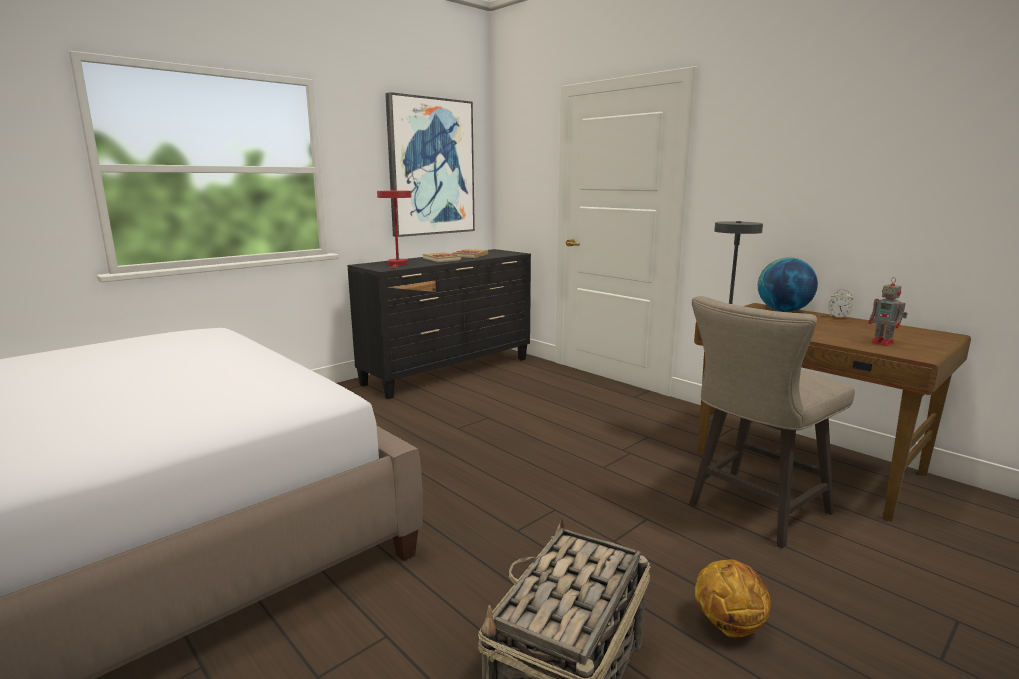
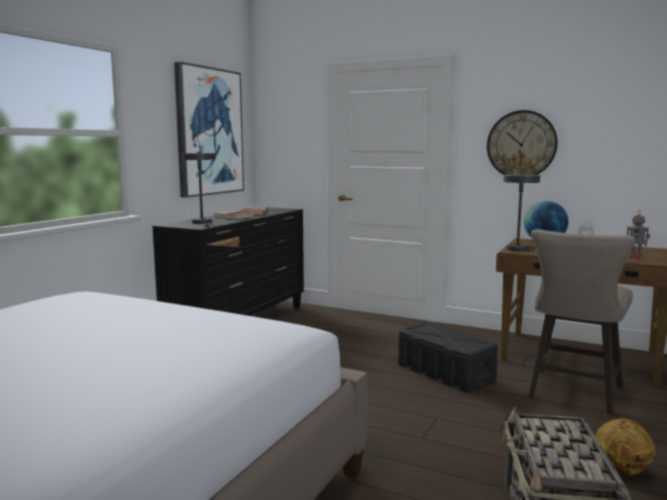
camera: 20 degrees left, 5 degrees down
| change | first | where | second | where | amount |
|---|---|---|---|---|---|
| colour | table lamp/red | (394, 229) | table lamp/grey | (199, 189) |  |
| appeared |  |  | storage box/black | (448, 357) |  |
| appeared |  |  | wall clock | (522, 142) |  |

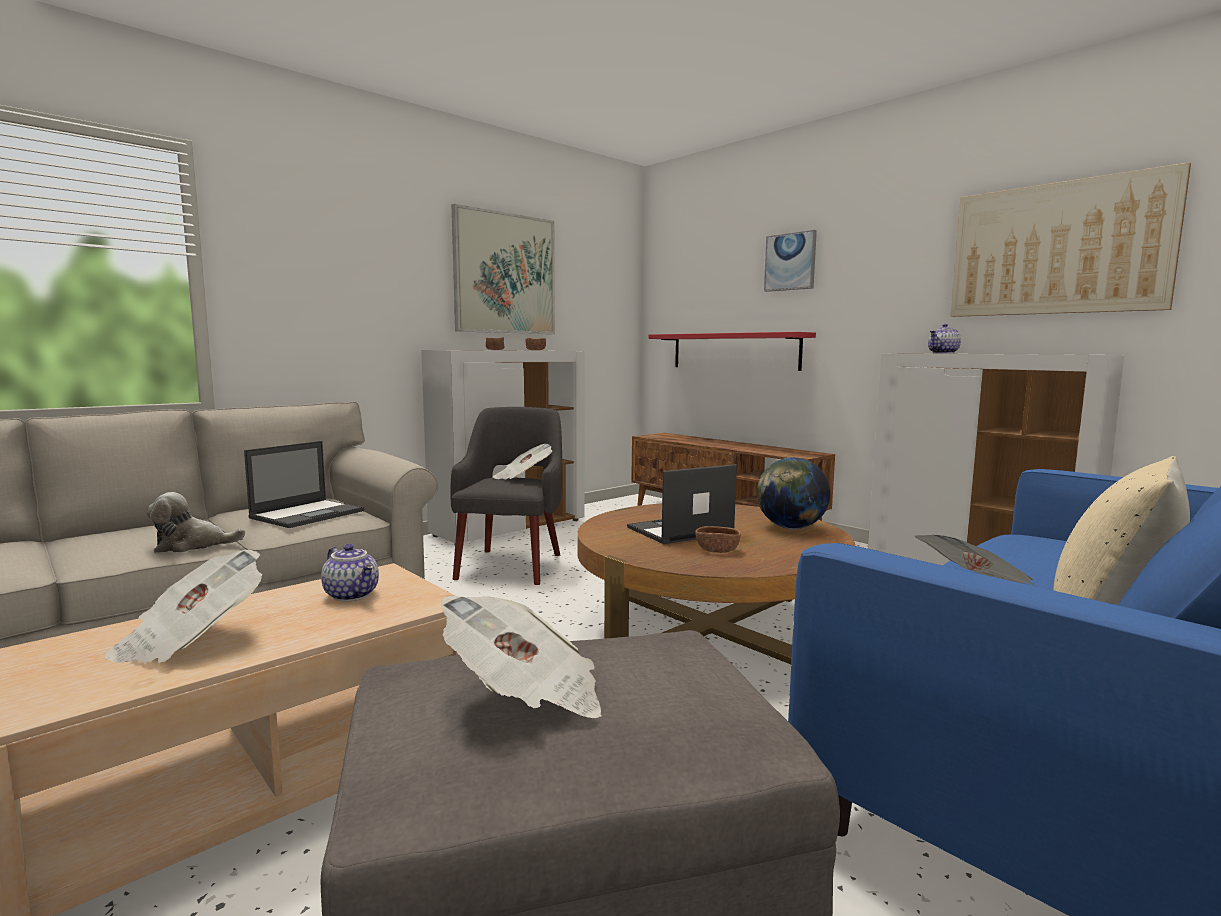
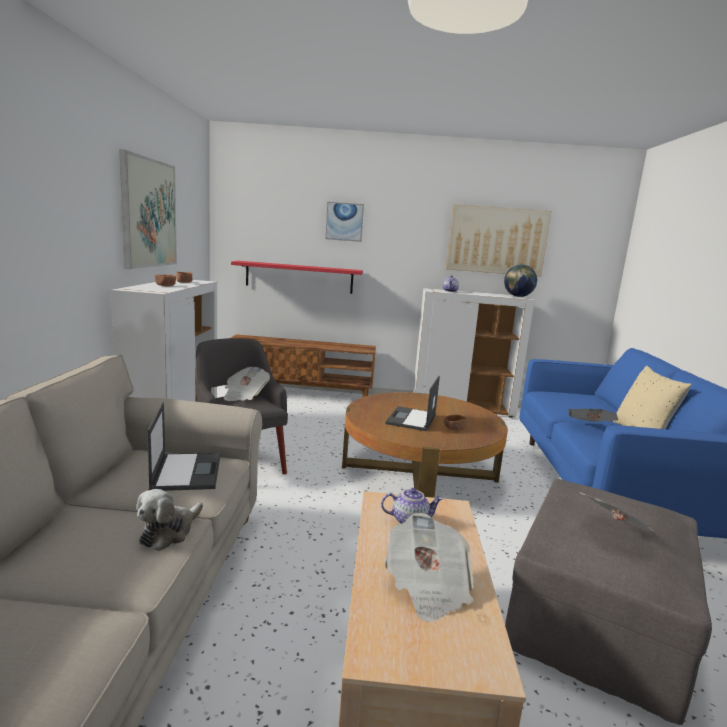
camera: 45 degrees left, 5 degrees up
| change | first | where | second | where | amount |
|---|---|---|---|---|---|
| relocated | globe | (793, 493) |  | (520, 281) |  |

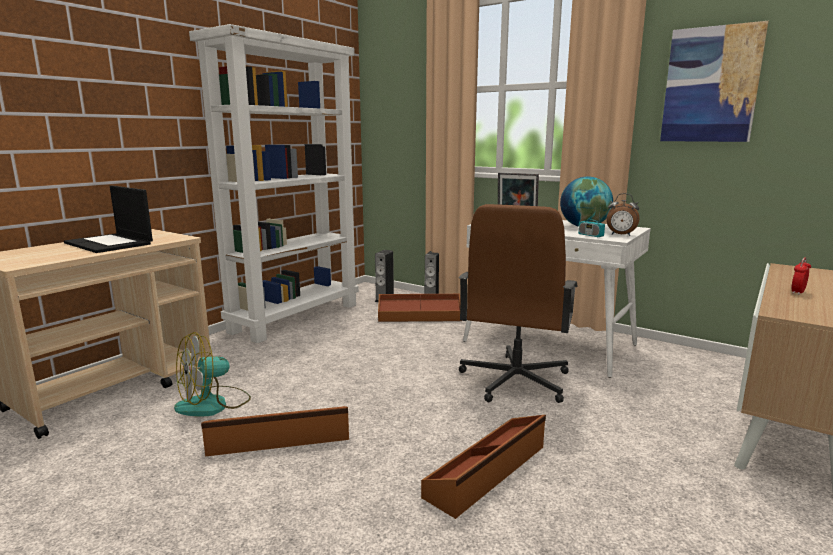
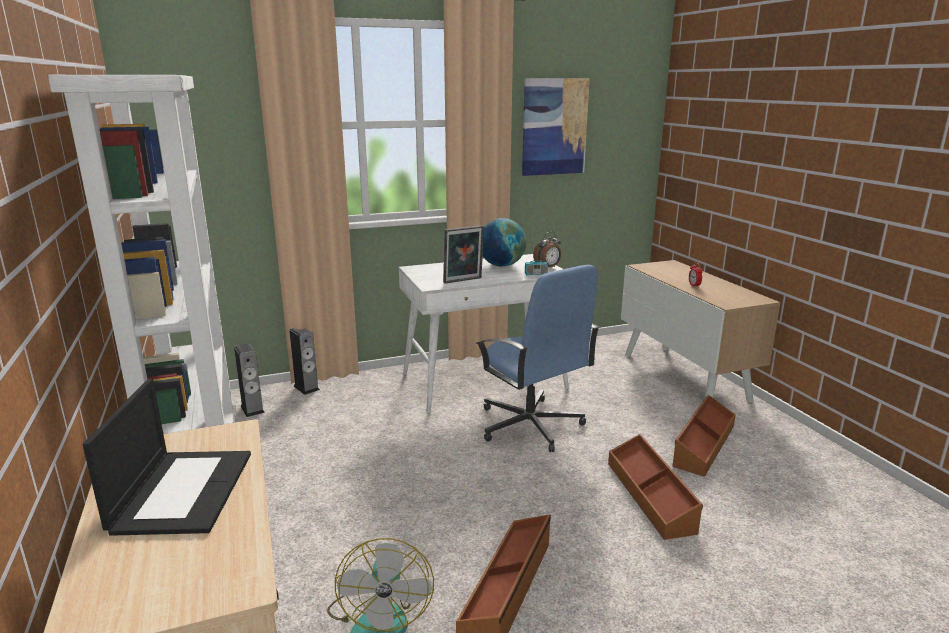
camera: 55 degrees left, 5 degrees up
| change | first | where | second | where | amount |
|---|---|---|---|---|---|
| spun | laptop | (108, 219) |  | (167, 457) | 75 degrees counterclockwise |
| colour | office chair/brown | (518, 303) | office chair/blue | (538, 358) |  |
| relocated | storage box/brown | (419, 308) |  | (704, 436) |  |

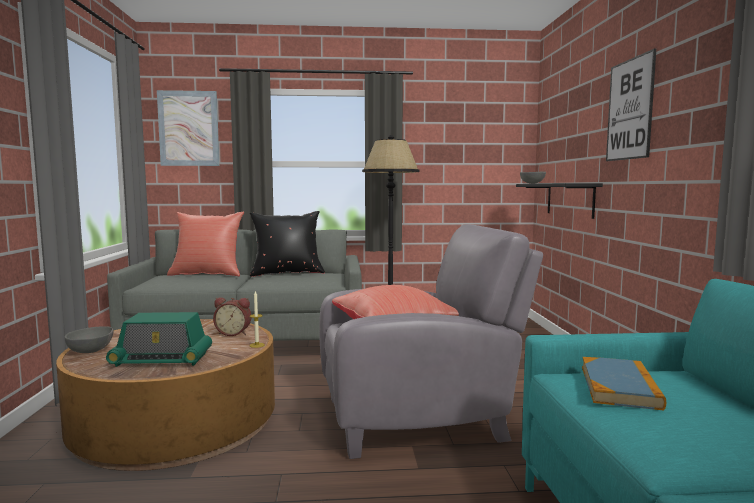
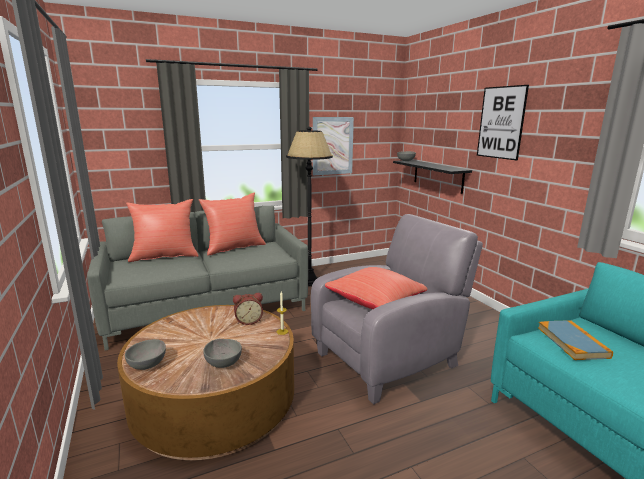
camera: 20 degrees left, 10 degrees up
| change | first | where | second | where | amount |
|---|---|---|---|---|---|
| colour | pillow/black | (287, 244) | pillow/red | (232, 224) |  |
| exchanged | radio | (159, 339) | bowl/grey | (222, 353) |  |
| relocated | picture | (188, 128) |  | (333, 146) |  |

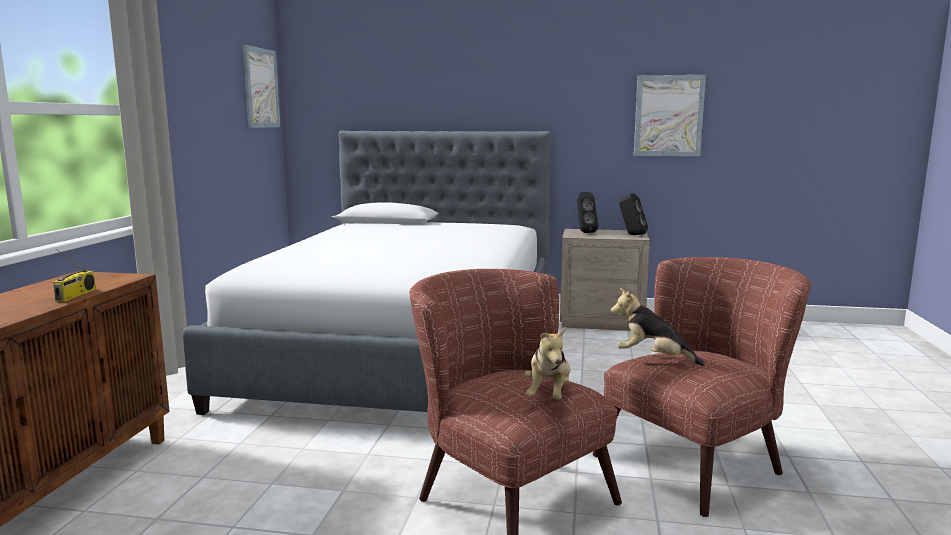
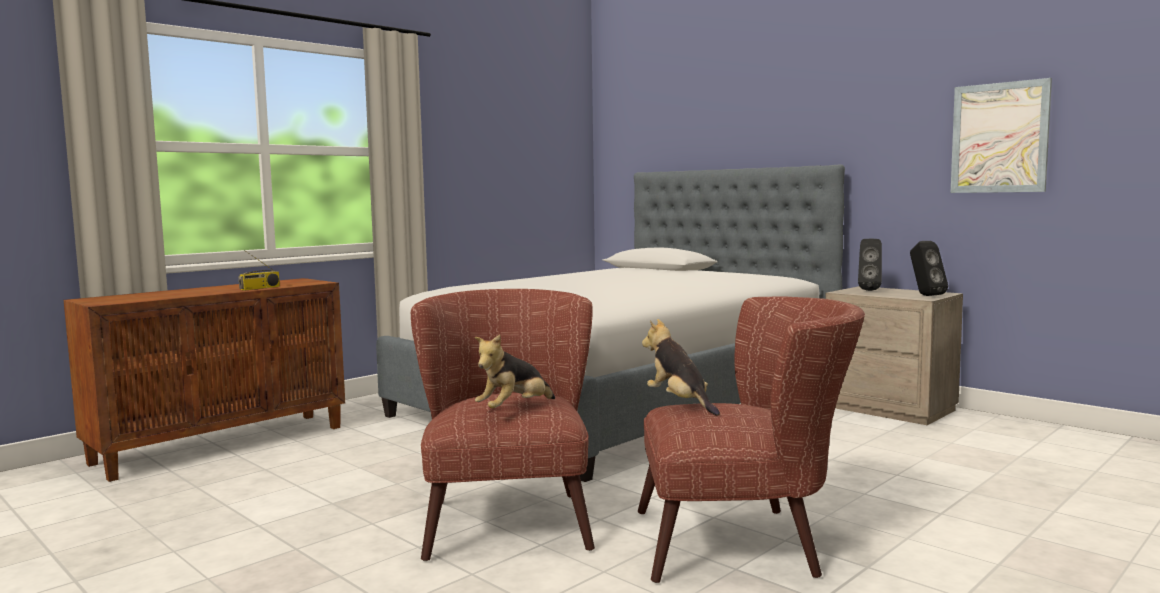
camera: 35 degrees right, 5 degrees down
| change | first | where | second | where | amount |
|---|---|---|---|---|---|
| missing | picture | (261, 86) |  |  |  |

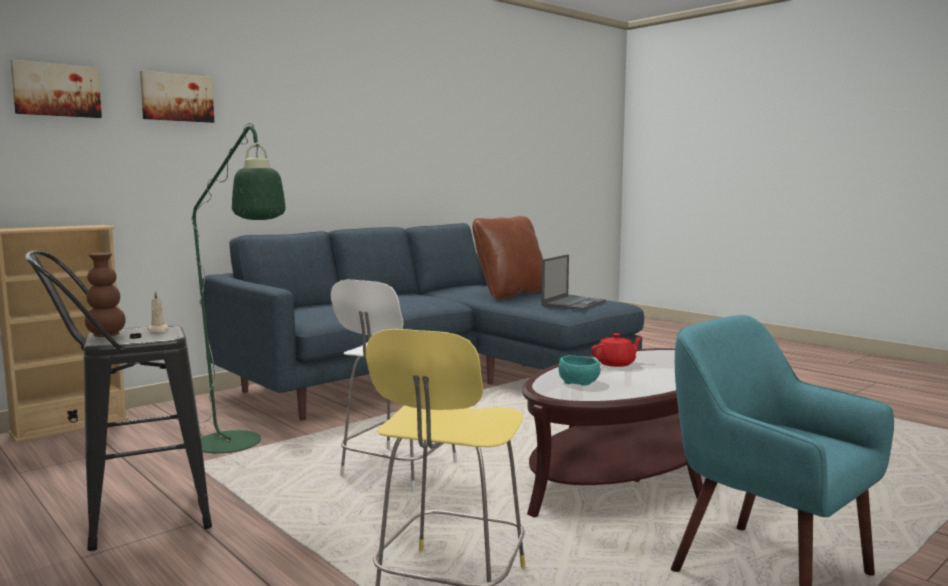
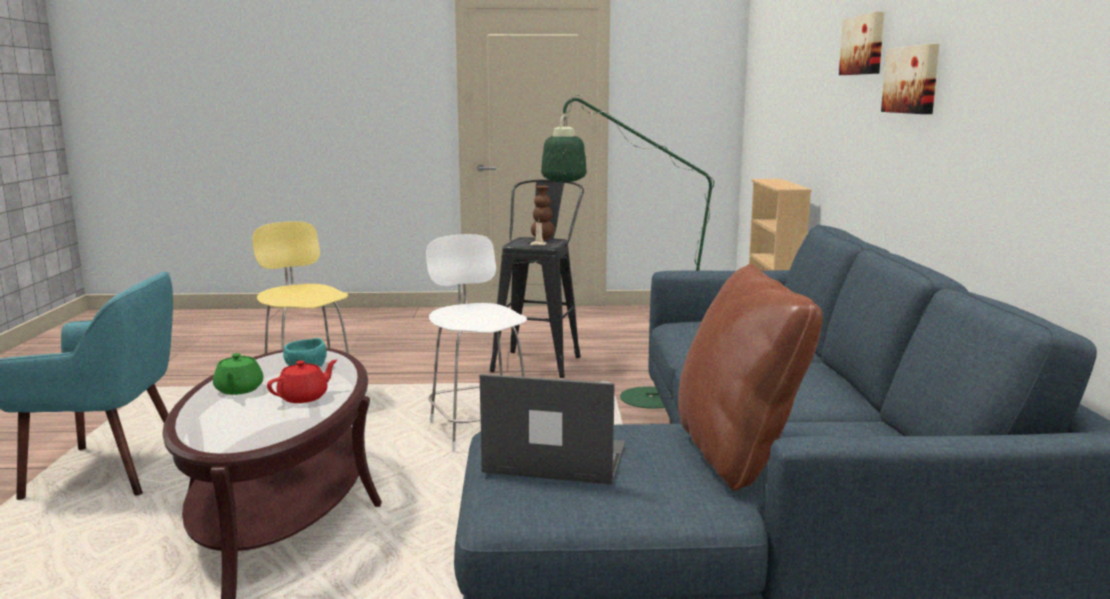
camera: 130 degrees right, 5 degrees up
| change | first | where | second | where | amount |
|---|---|---|---|---|---|
| appeared |  |  | teapot/green | (238, 374) |  |
| spun | teapot/red | (617, 350) |  | (302, 381) | 150 degrees counterclockwise |
| spun | laptop | (573, 282) |  | (552, 429) | 120 degrees clockwise |
| relocated | picture | (56, 89) |  | (910, 79) |  |

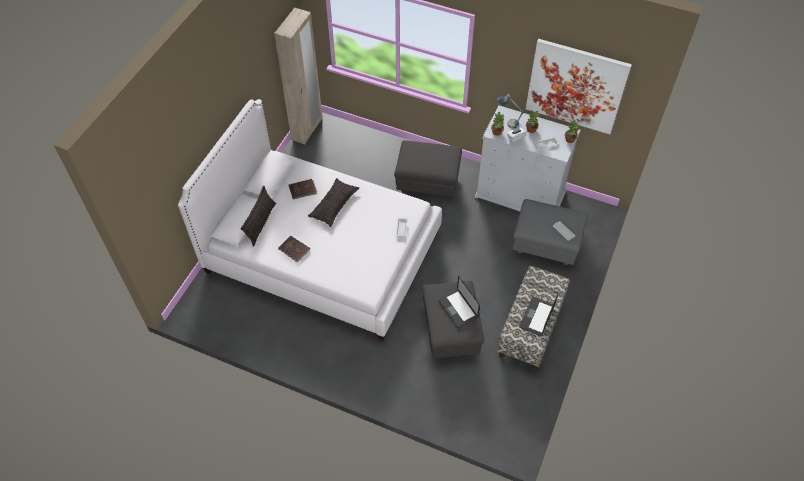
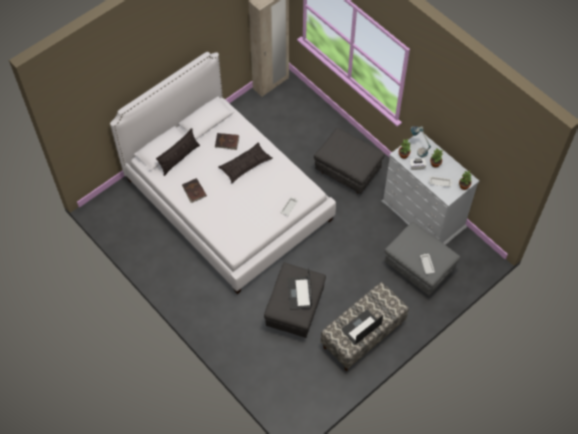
camera: 25 degrees right, 5 degrees up
| change | first | where | second | where | amount |
|---|---|---|---|---|---|
| missing | picture | (579, 86) |  |  |  |

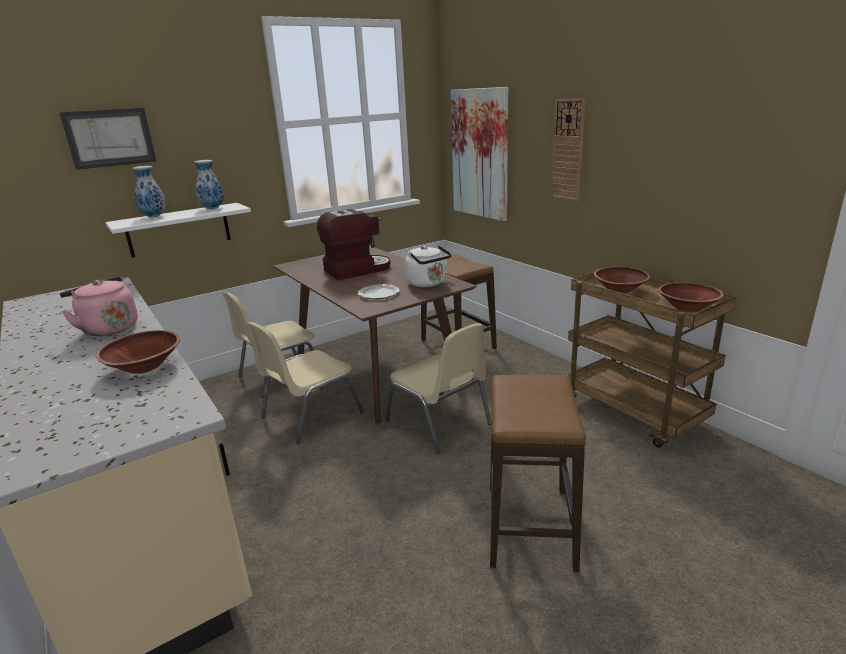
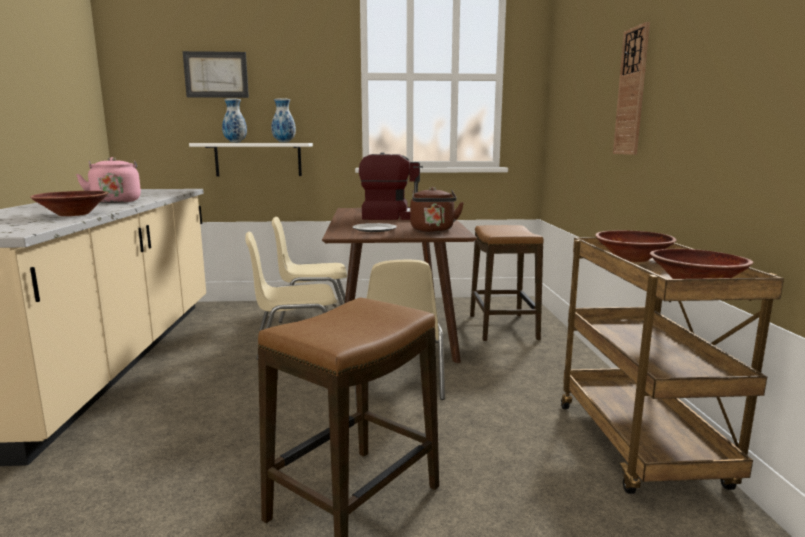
camera: 30 degrees right, 10 degrees down
| change | first | where | second | where | amount |
|---|---|---|---|---|---|
| colour | kettle/white | (428, 266) | kettle/brown | (437, 209) |  |
| missing | picture | (479, 154) |  |  |  |

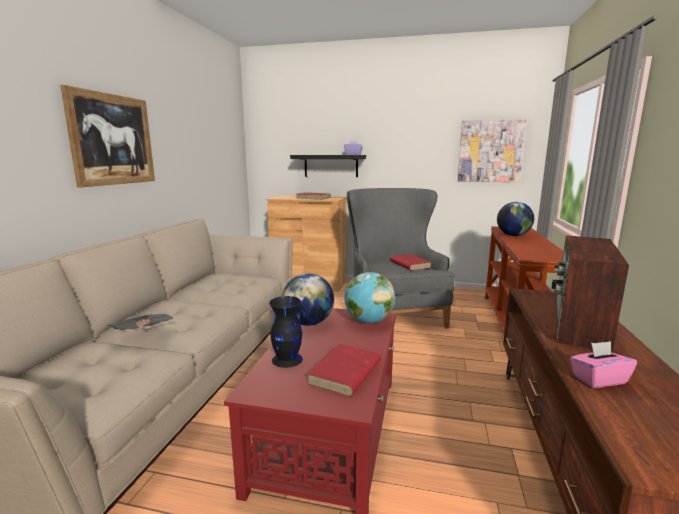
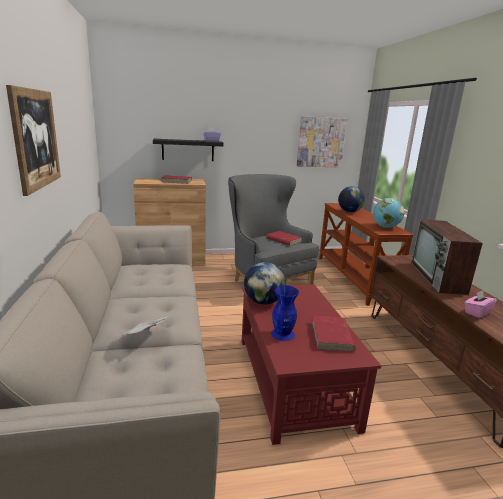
camera: 25 degrees left, 5 degrees up
| change | first | where | second | where | amount |
|---|---|---|---|---|---|
| colour | vase/black | (286, 332) | vase/blue | (285, 313) |  |
| relocated | globe | (369, 297) |  | (388, 213) |  |

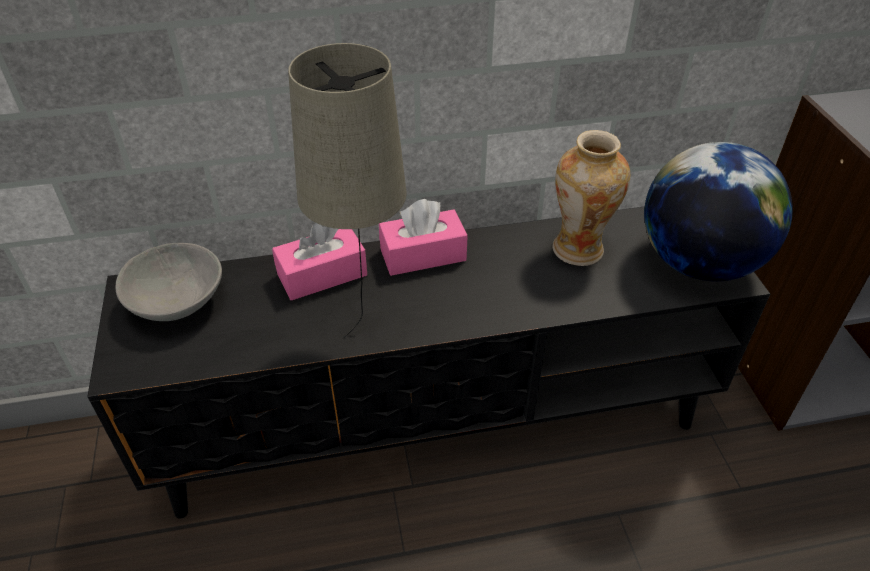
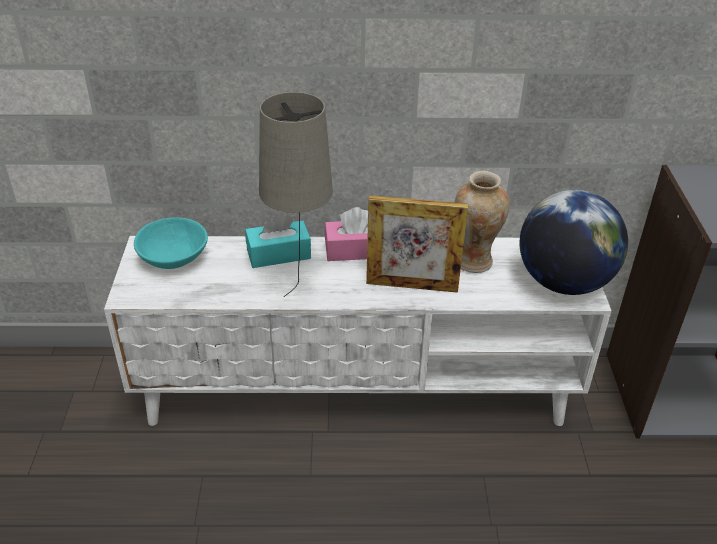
camera: 10 degrees right, 5 degrees down
| change | first | where | second | where | amount |
|---|---|---|---|---|---|
| colour | tv stand/black | (428, 362) | tv stand/white | (358, 331) |  |
| colour | bowl/grey | (169, 282) | bowl/turquoise | (171, 243) |  |
| colour | tissue box/pink | (319, 261) | tissue box/turquoise | (278, 241) |  |
| appeared |  |  | picture frame | (417, 244) |  |

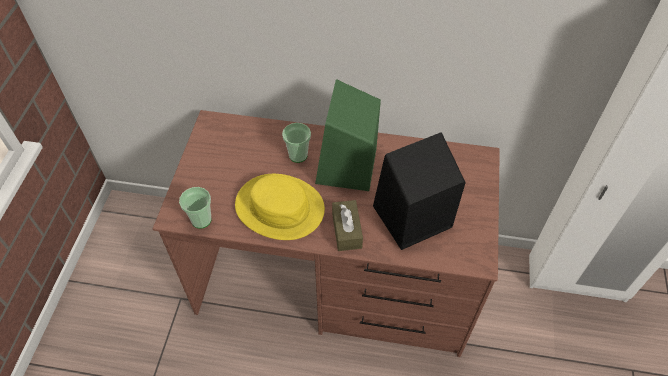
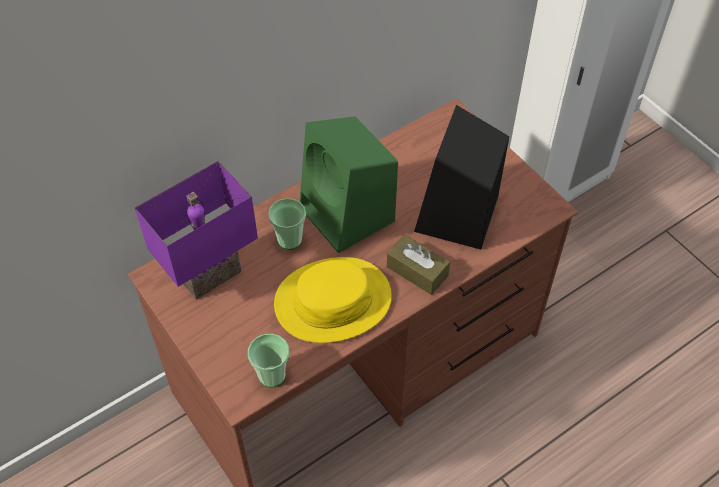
camera: 45 degrees left, 0 degrees up
| change | first | where | second | where | amount |
|---|---|---|---|---|---|
| appeared |  |  | table lamp/purple | (196, 230) |  |

